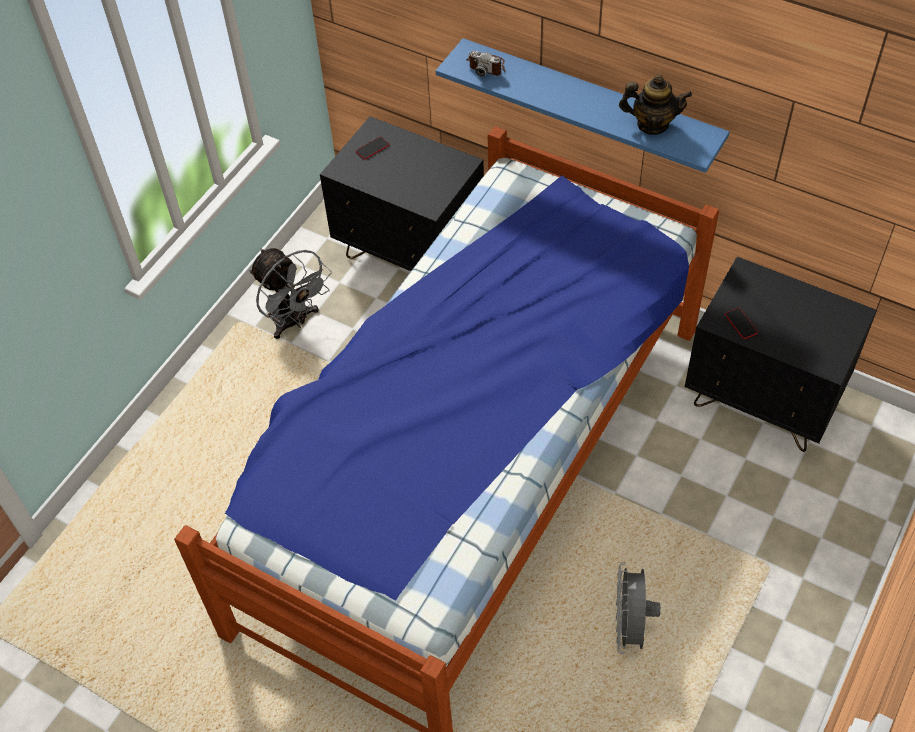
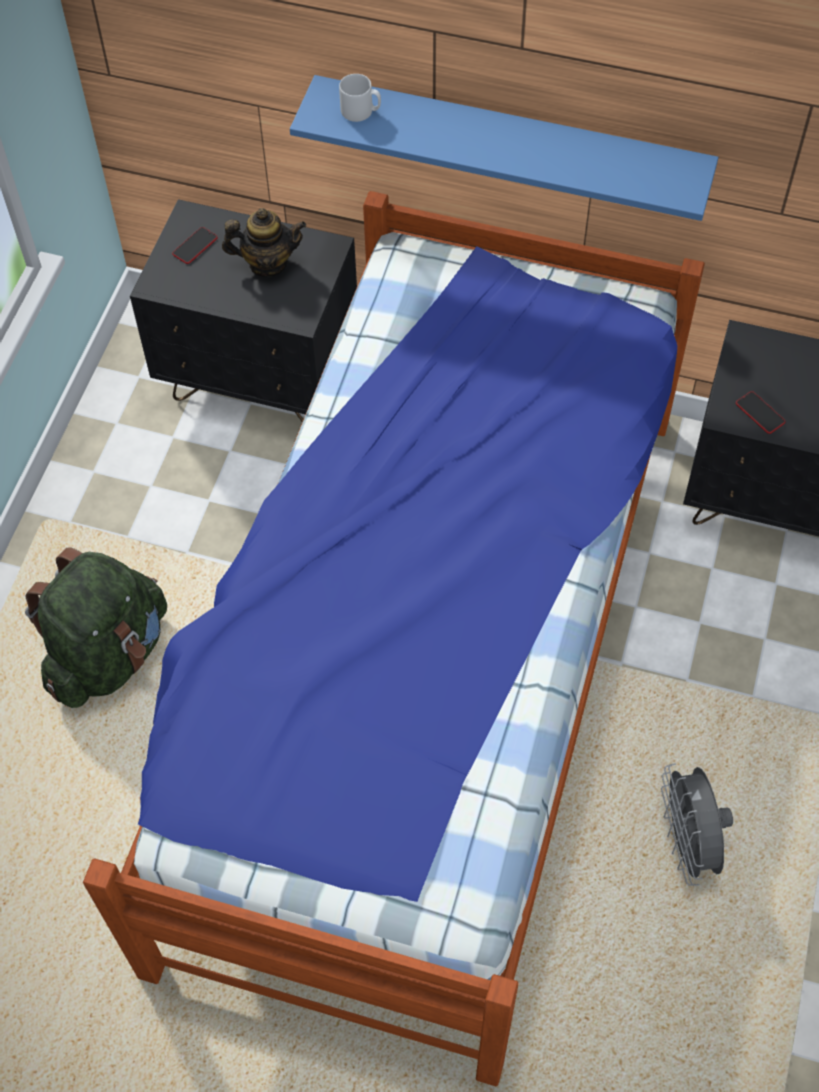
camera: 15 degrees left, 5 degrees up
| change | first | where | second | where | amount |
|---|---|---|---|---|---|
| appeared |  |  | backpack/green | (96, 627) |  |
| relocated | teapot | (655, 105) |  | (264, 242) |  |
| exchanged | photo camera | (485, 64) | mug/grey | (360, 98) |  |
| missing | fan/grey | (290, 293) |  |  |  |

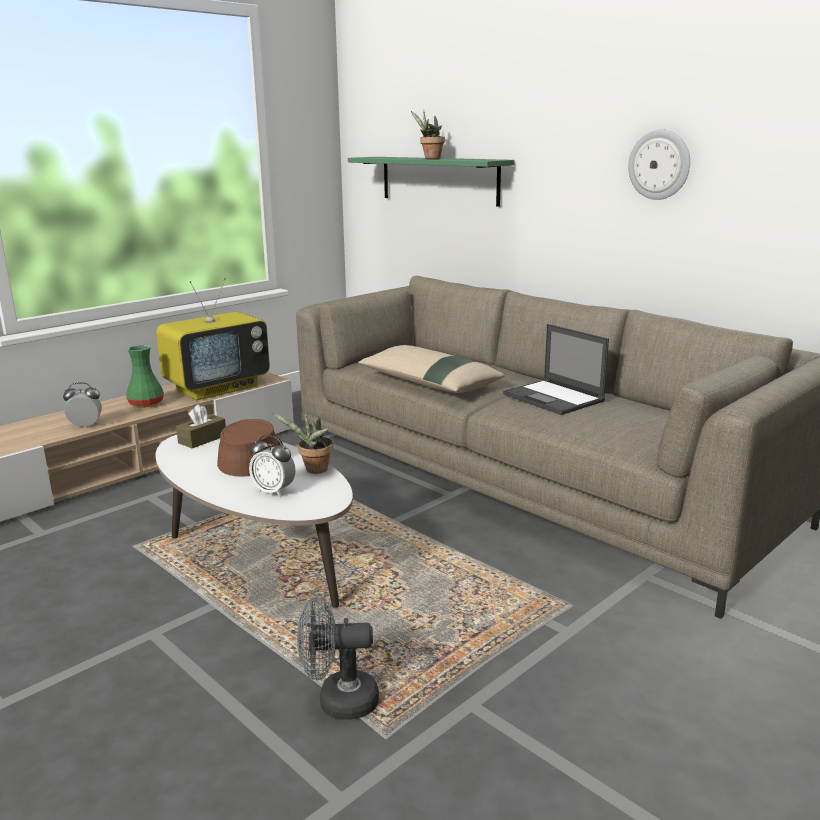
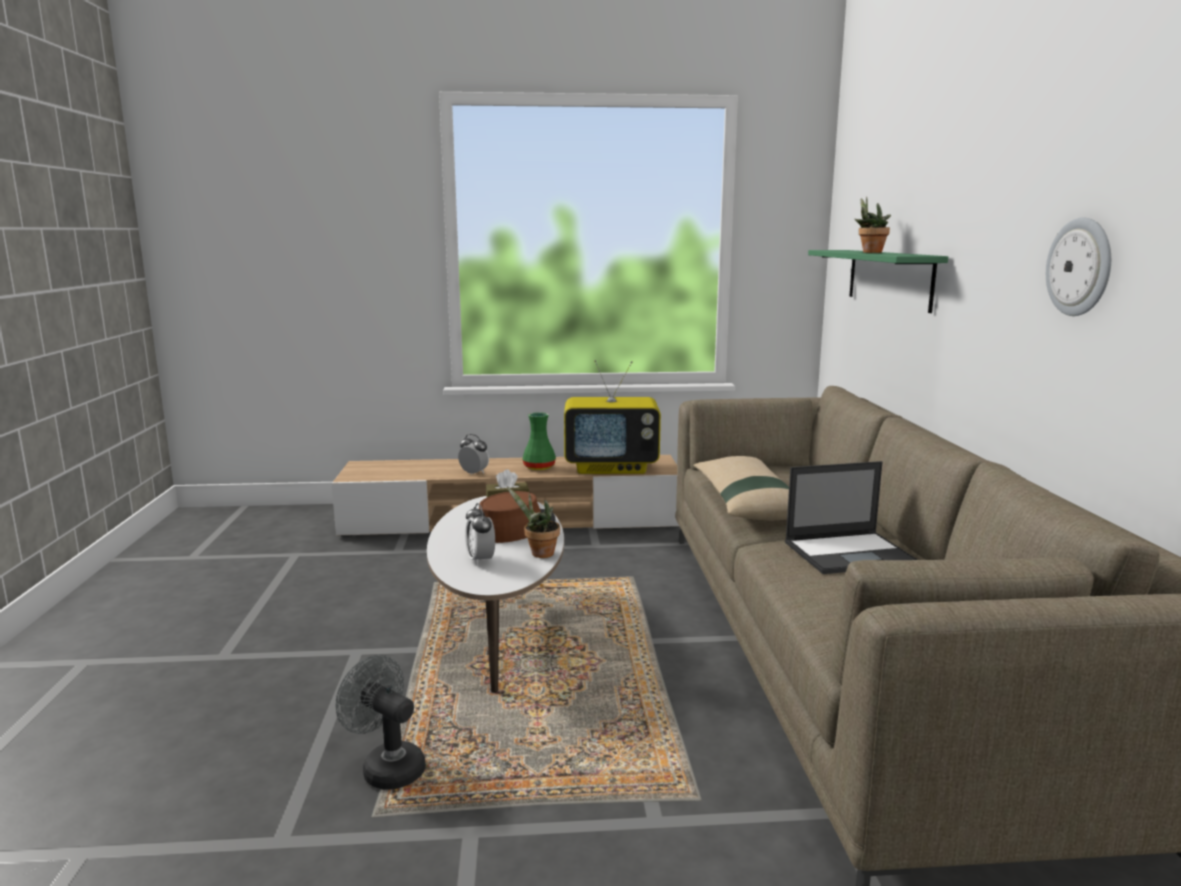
camera: 40 degrees right, 5 degrees down
| change | first | where | second | where | amount |
|---|---|---|---|---|---|
| spun | laptop | (556, 369) |  | (851, 517) | 105 degrees counterclockwise |

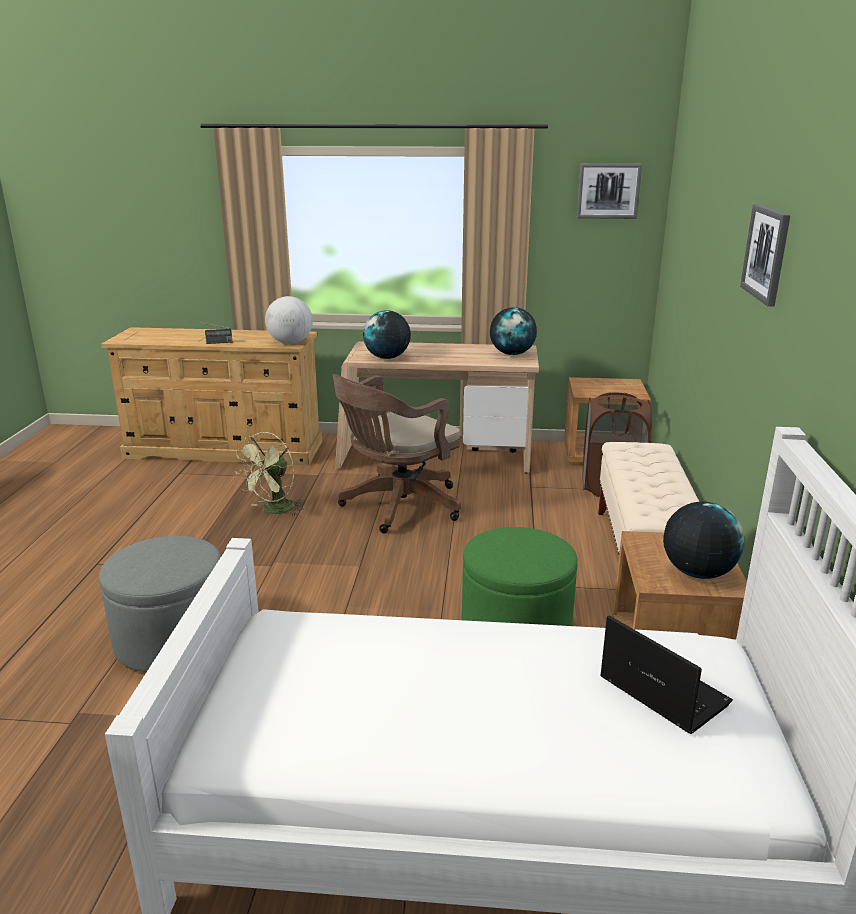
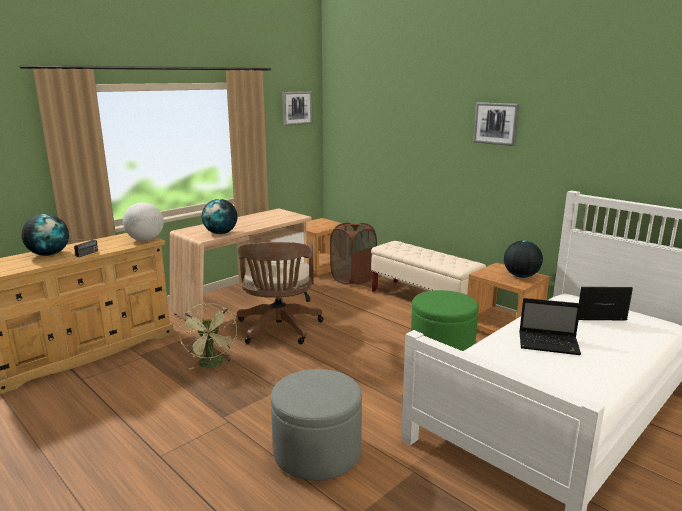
camera: 50 degrees left, 5 degrees down
| change | first | where | second | where | amount |
|---|---|---|---|---|---|
| relocated | globe | (513, 331) |  | (45, 235) |  |
| appeared |  |  | laptop | (550, 326) |  |

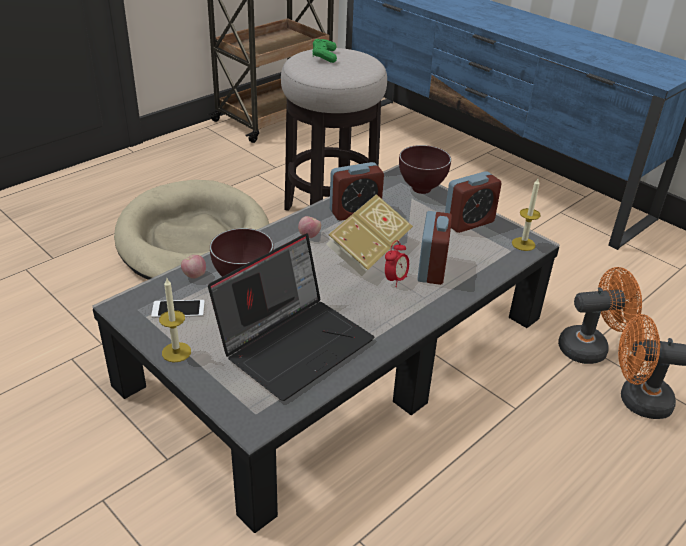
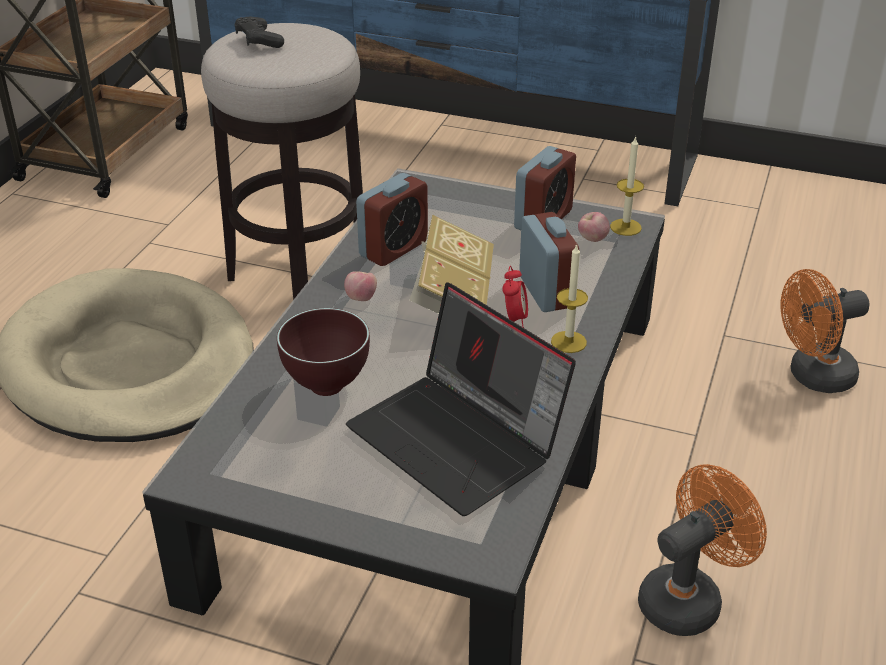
camera: 25 degrees left, 0 degrees up
| change | first | where | second | where | amount |
|---|---|---|---|---|---|
| colour | game controller/green | (324, 51) | game controller/black | (259, 32) |  |
| spun | laptop | (291, 317) |  | (461, 399) | 120 degrees clockwise |
| relocated | candle | (175, 320) |  | (569, 298) |  |
| relocated | apple | (193, 267) |  | (594, 227) |  |
| relocated | fan/orange | (600, 315) |  | (702, 550) |  |
| missing | phone | (178, 309) |  |  |  |
| missing | bowl/brown | (425, 169) |  |  |  |

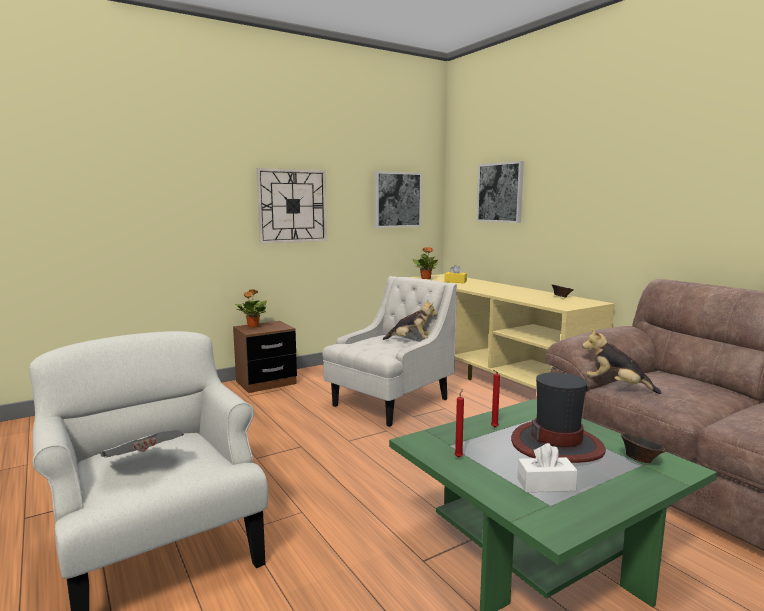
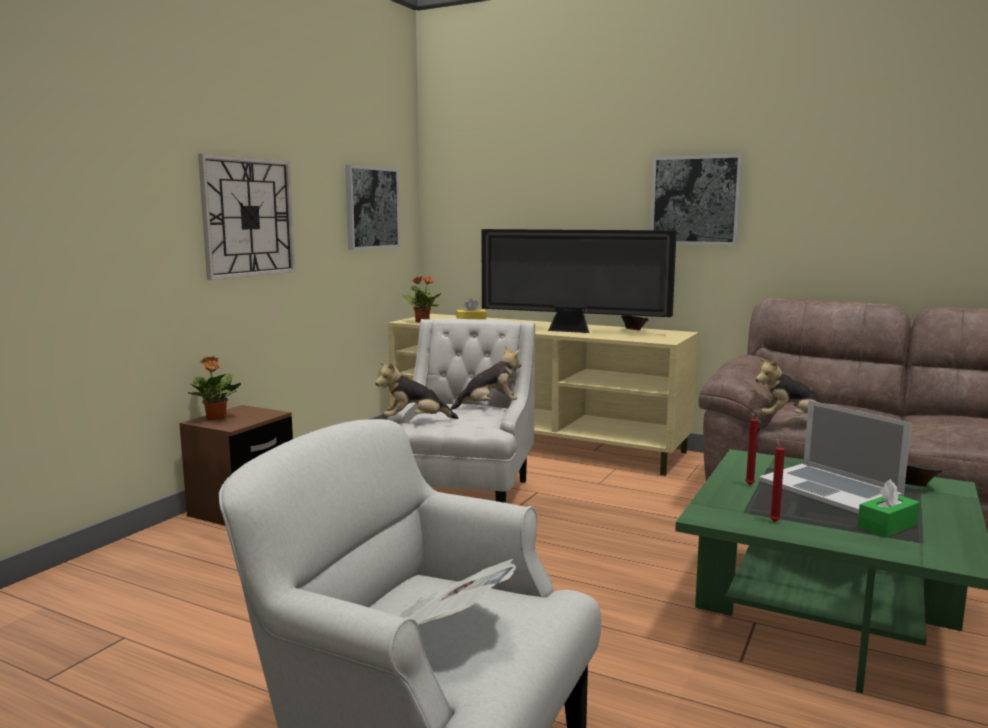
camera: 30 degrees left, 0 degrees up
| change | first | where | second | where | amount |
|---|---|---|---|---|---|
| appeared |  |  | plush toy | (416, 390) |  |
| appeared |  |  | television | (579, 281) |  |
| relocated | picture | (500, 192) |  | (696, 199) |  |
| exchanged | hat | (558, 417) | laptop | (835, 457) |  |
| colour | tissue box/white | (547, 467) | tissue box/green | (888, 508) |  |

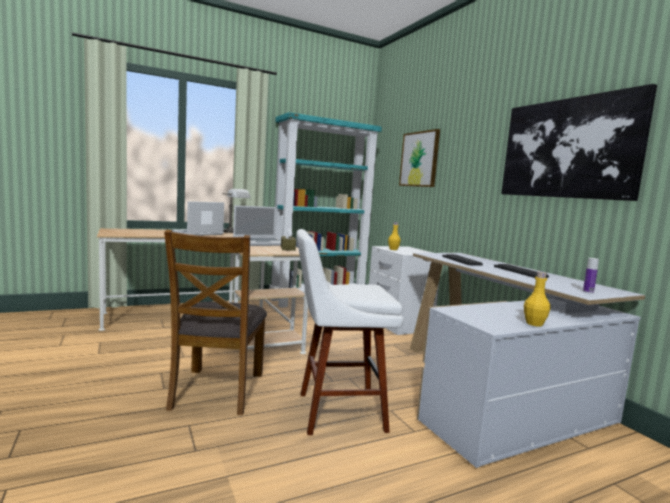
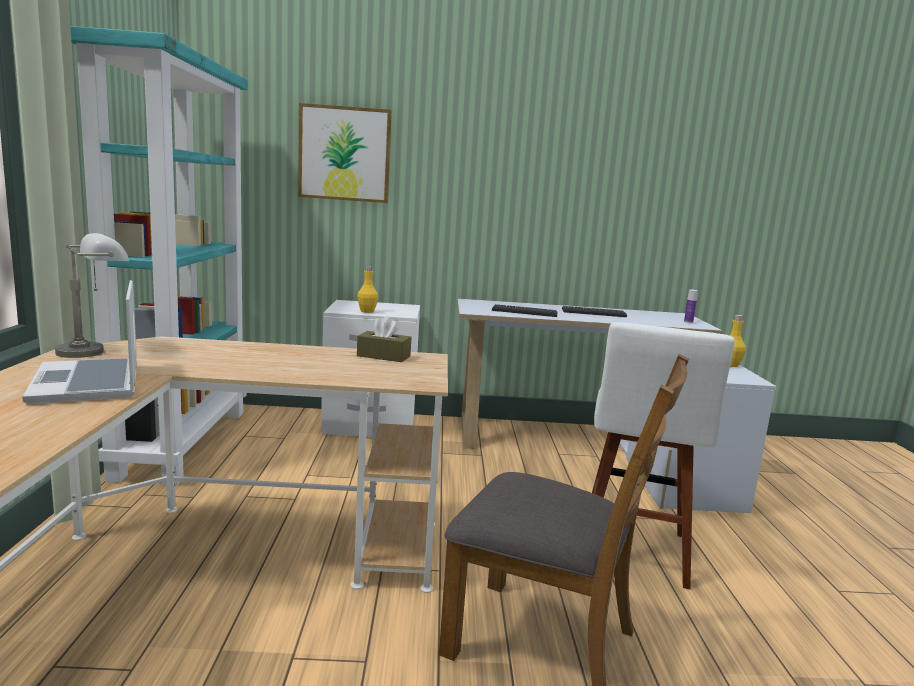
camera: 65 degrees left, 5 degrees up
| change | first | where | second | where | amount |
|---|---|---|---|---|---|
| missing | laptop | (257, 225) |  |  |  |
| missing | picture | (579, 142) |  |  |  |

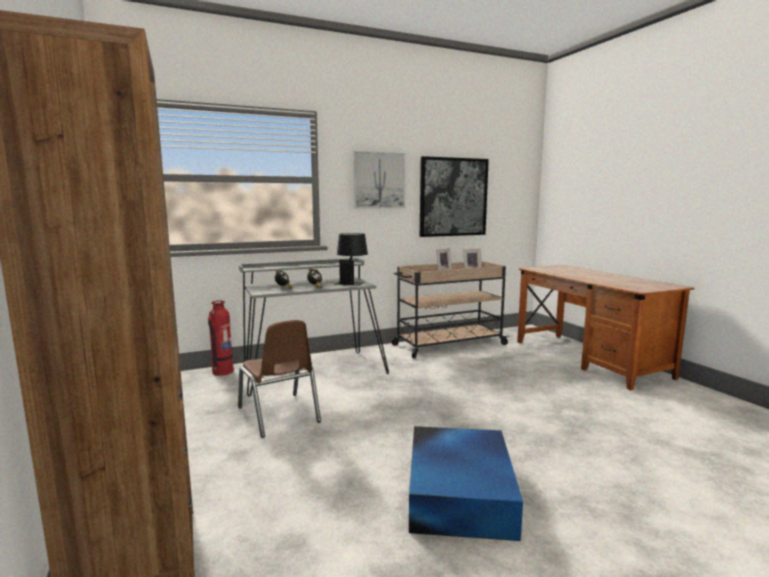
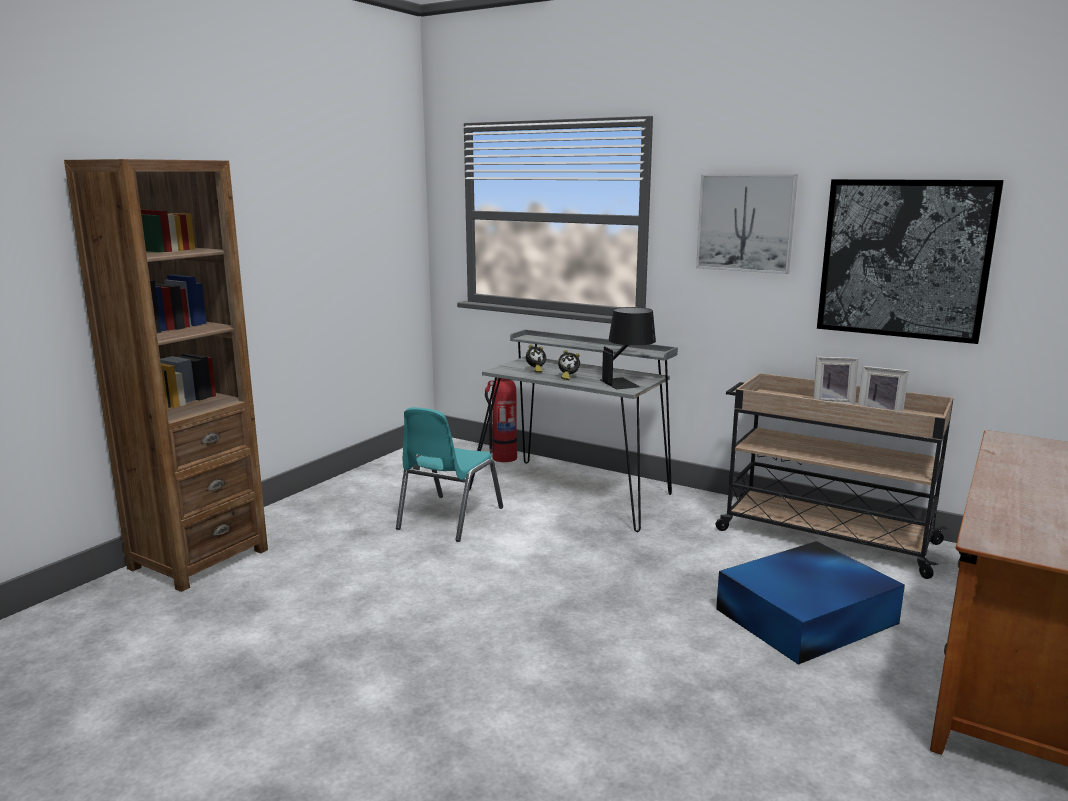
camera: 55 degrees right, 5 degrees up
| change | first | where | second | where | amount |
|---|---|---|---|---|---|
| colour | chair/brown | (279, 379) | chair/turquoise | (449, 474) |  |
| relocated | storage box/blue | (466, 483) |  | (810, 603) |  |

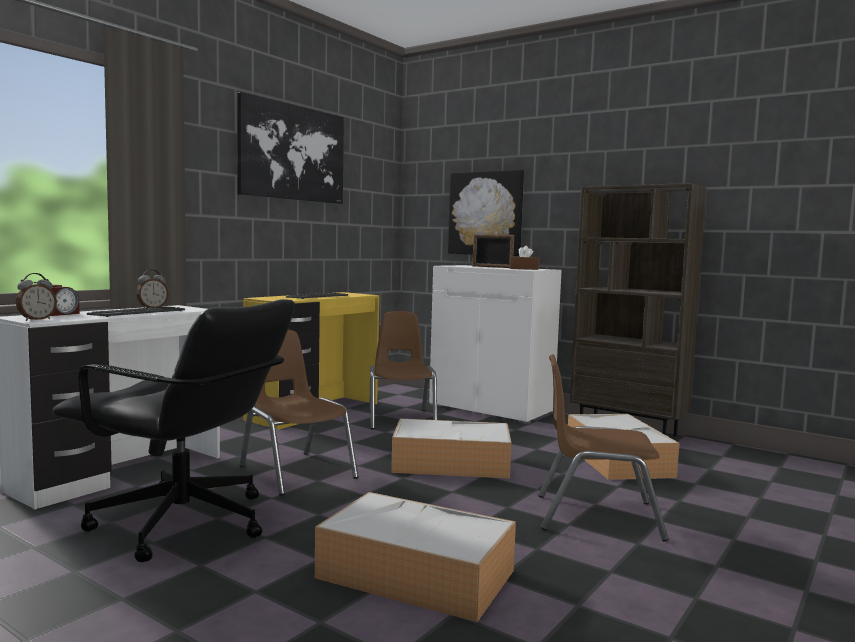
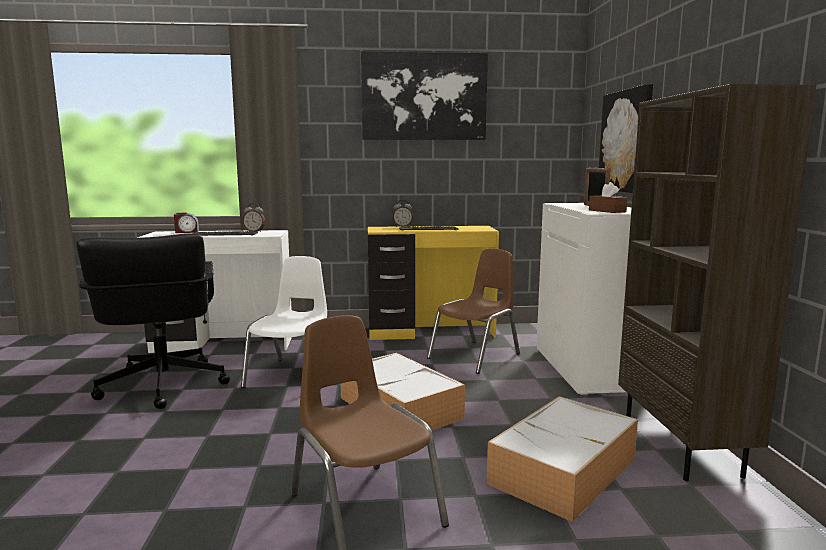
camera: 50 degrees right, 5 degrees up
| change | first | where | second | where | amount |
|---|---|---|---|---|---|
| colour | chair/brown | (299, 413) | chair/white | (284, 322) |  |
| relocated | alarm clock | (36, 297) |  | (403, 213) |  |
| missing | storage box | (415, 557) |  |  |  |

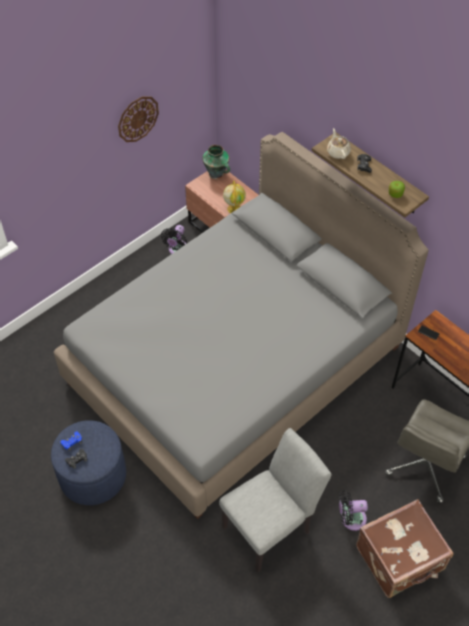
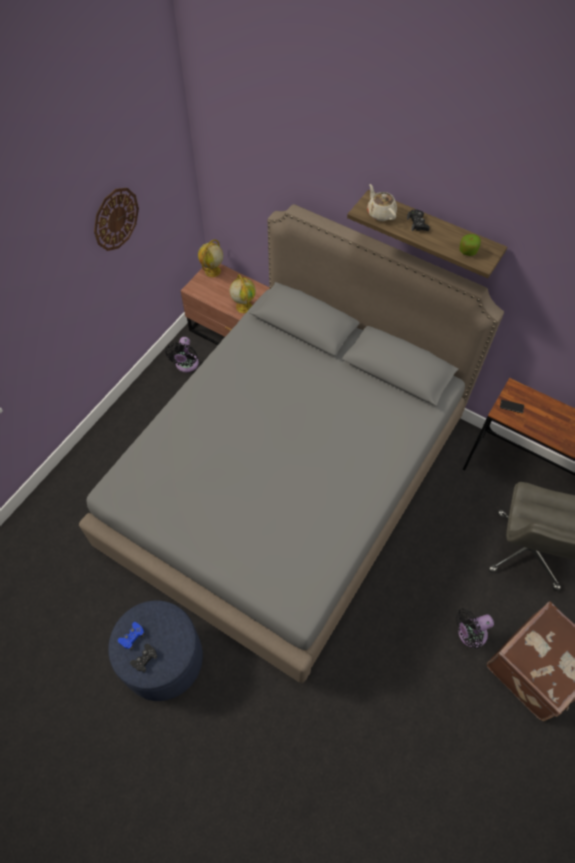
camera: 15 degrees left, 5 degrees up
| change | first | where | second | where | amount |
|---|---|---|---|---|---|
| exchanged | vase | (216, 162) | globe | (210, 258) |  |
| missing | chair/grey | (275, 500) |  |  |  |

